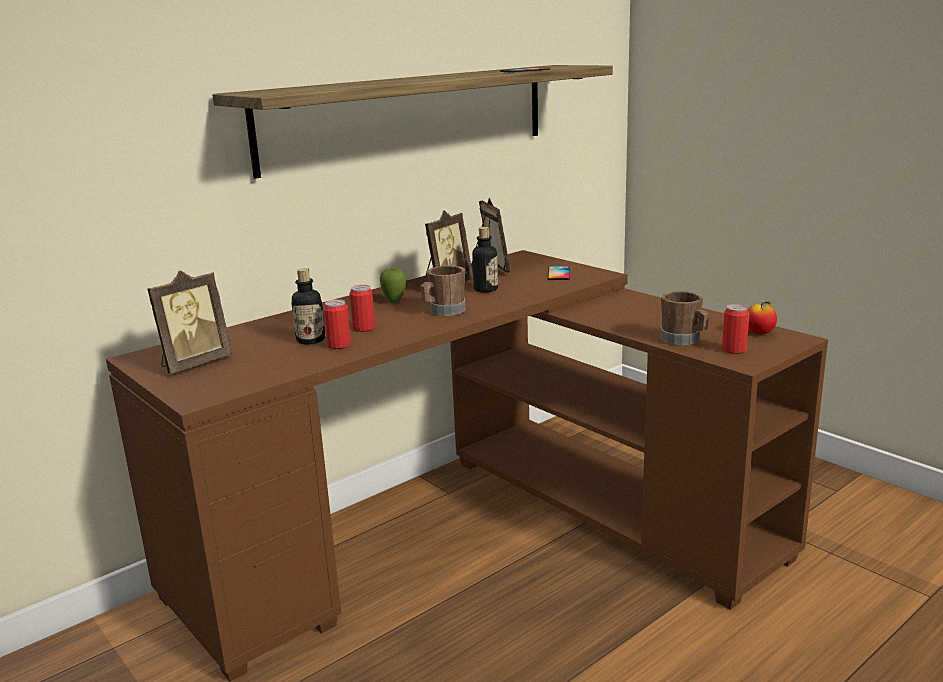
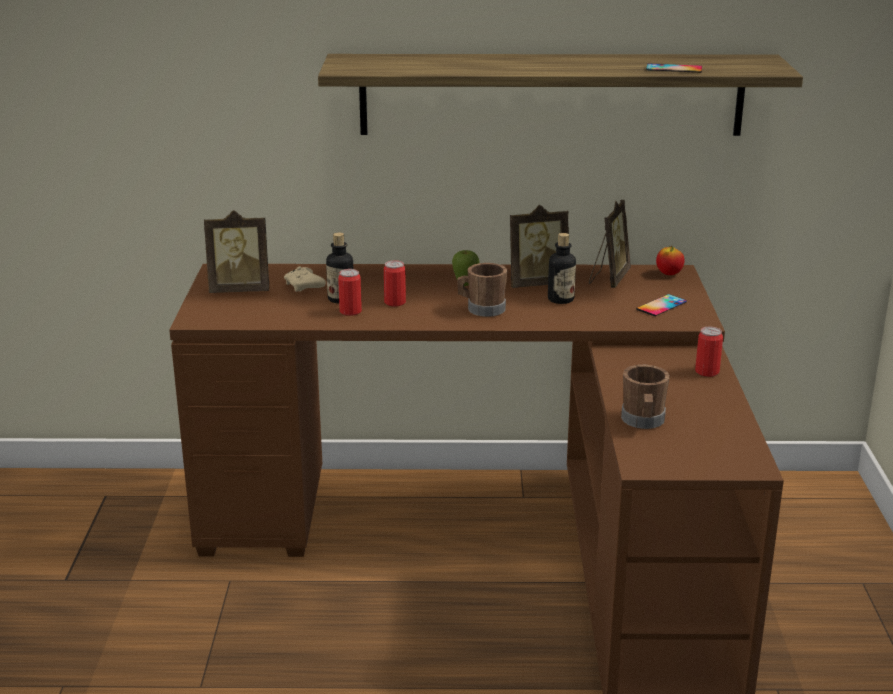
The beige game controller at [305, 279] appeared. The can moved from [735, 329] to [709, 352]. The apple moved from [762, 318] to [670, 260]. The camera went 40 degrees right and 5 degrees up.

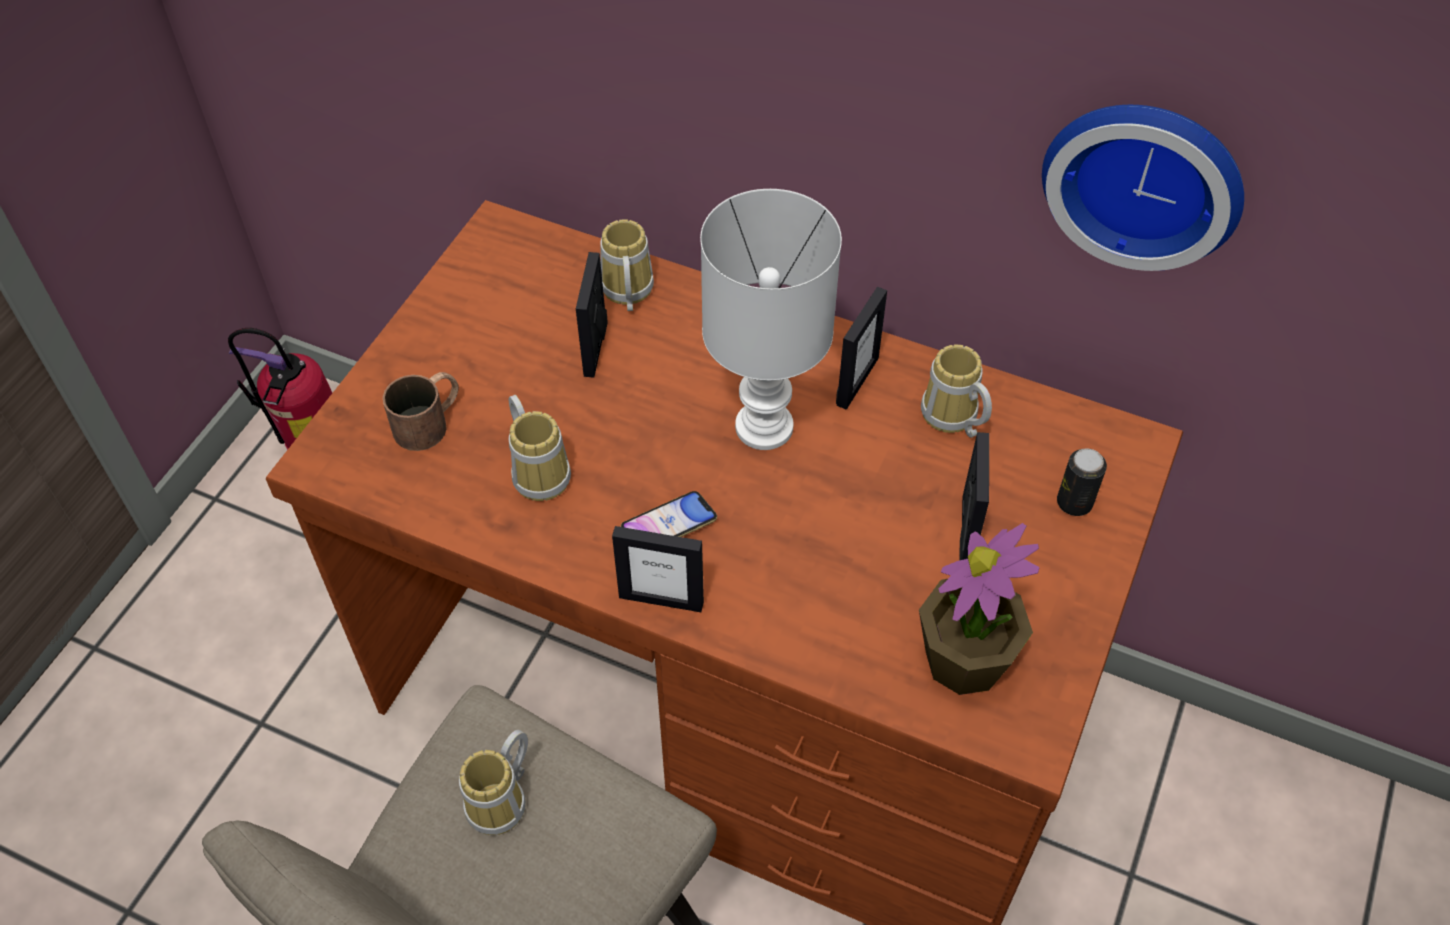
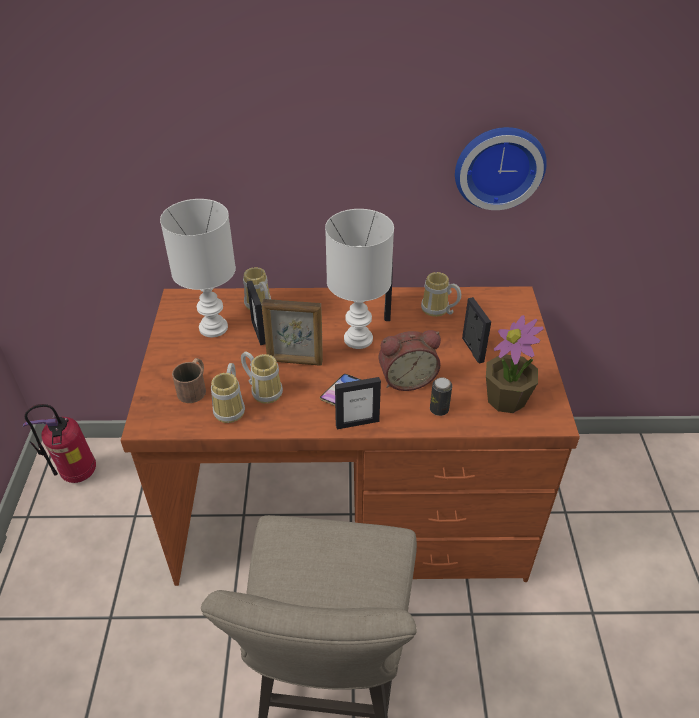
The white table lamp at [198, 268] appeared. The picture frame at [292, 332] appeared. The alarm clock at [410, 360] appeared. The mug moved from [493, 782] to [228, 393]. The can moved from [1082, 482] to [441, 396]. The camera went 25 degrees left and 10 degrees down.

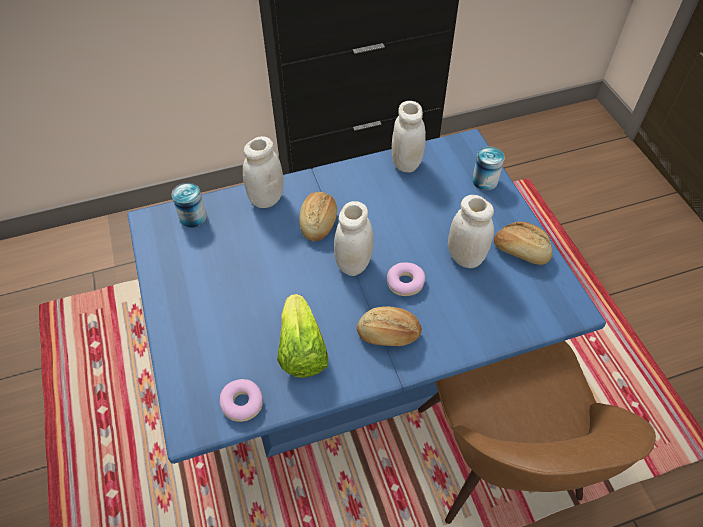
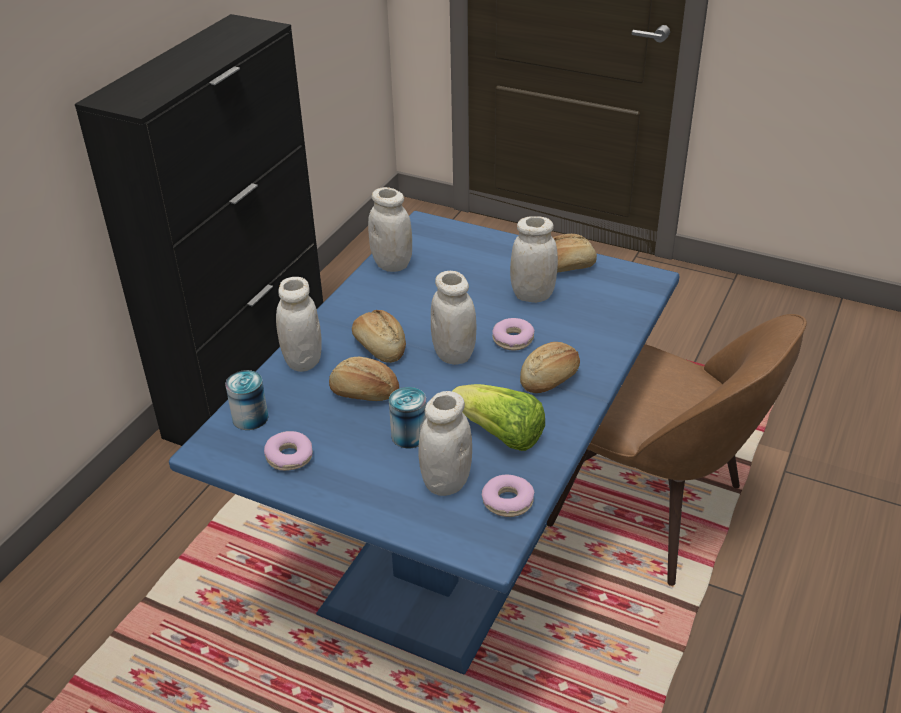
The donut at [288, 451] appeared. The bread at [364, 379] appeared. The white jar at [445, 443] appeared. The can moved from [488, 168] to [407, 417]. The camera went 45 degrees left and 15 degrees down.

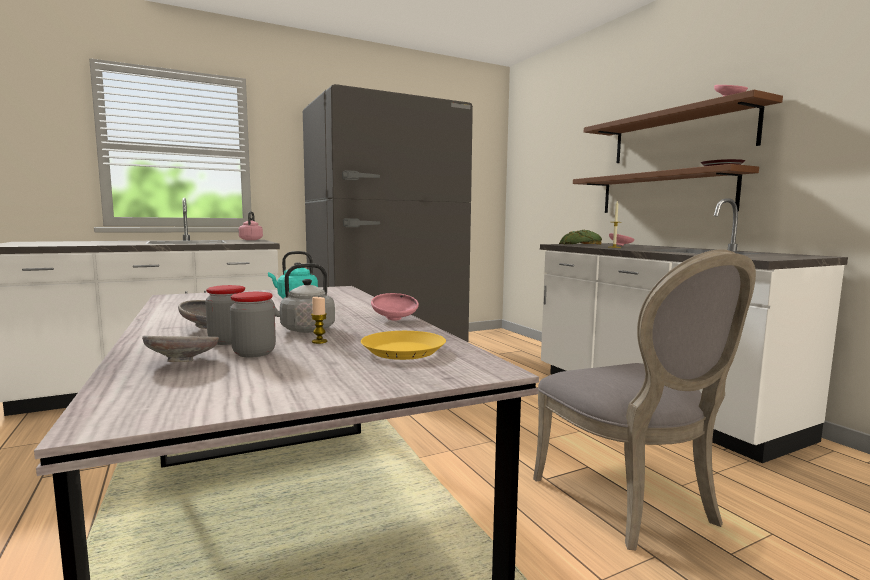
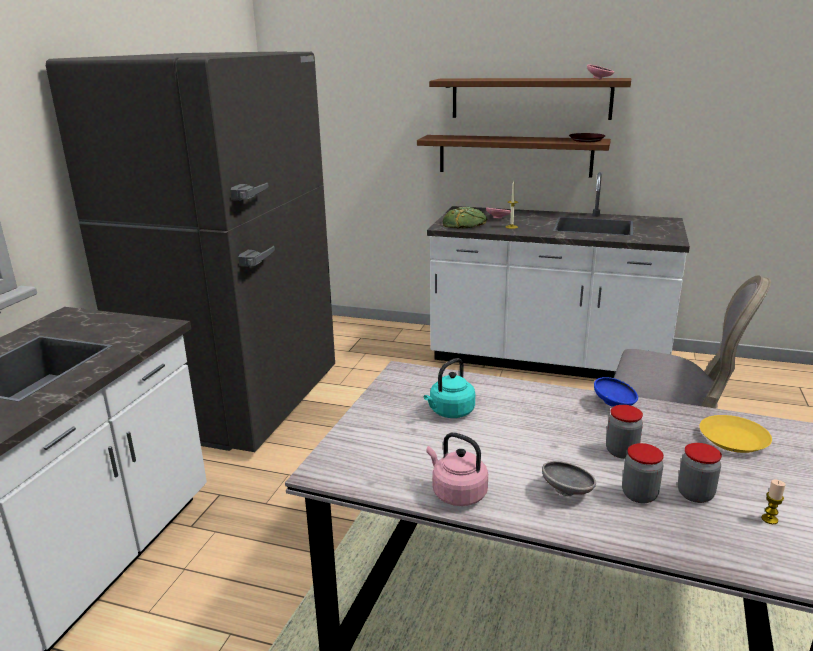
The grey bowl at [180, 348] disappeared. The pink kettle moved from [251, 225] to [457, 469]. The candle moved from [319, 320] to [773, 502]. The grey kettle at [302, 298] was replaced by the jar at [624, 432]. The pink bowl at [395, 307] became the blue bowl at [616, 392]. The camera went 45 degrees left and 15 degrees up.

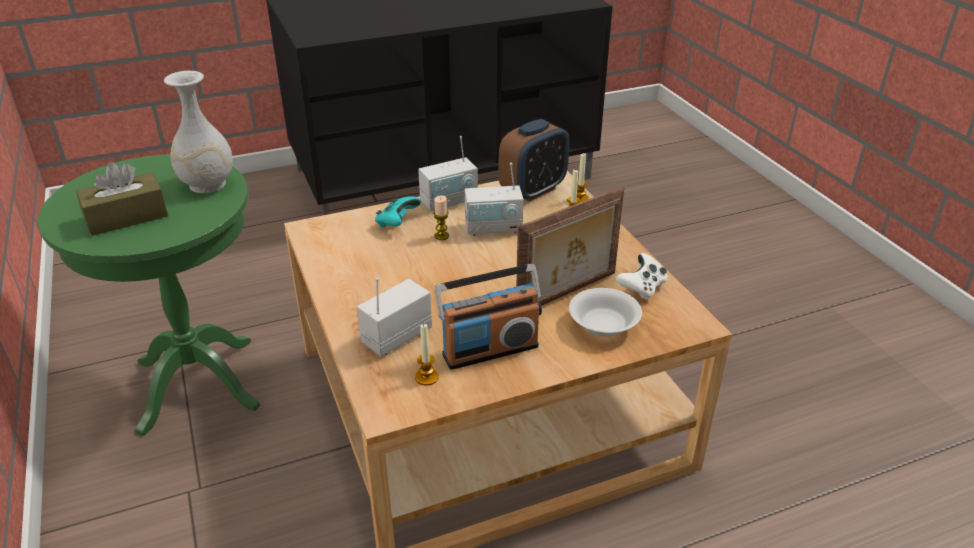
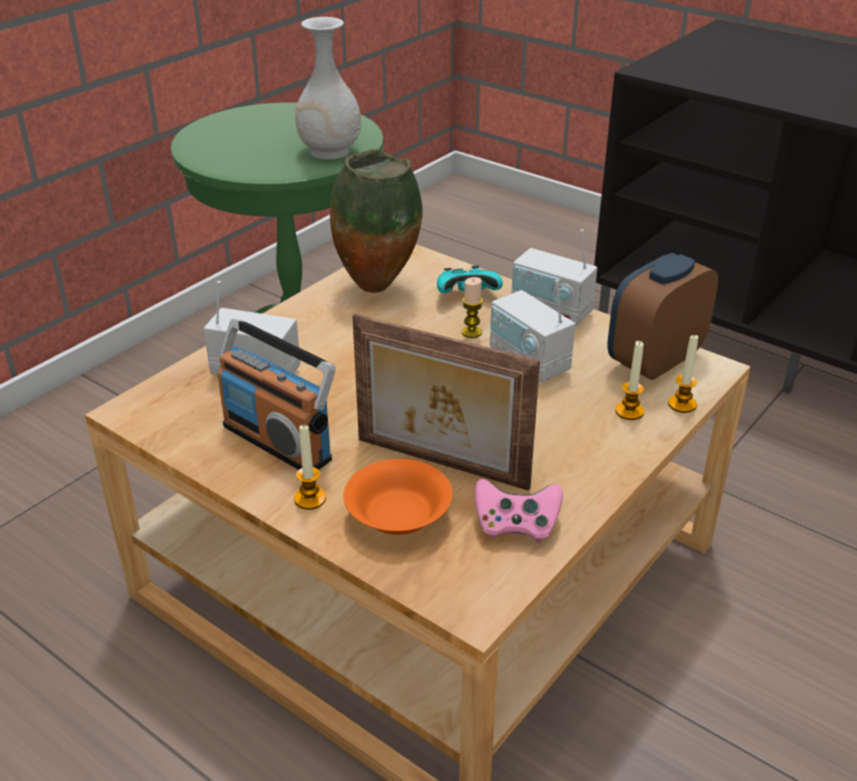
The brown tissue box at [122, 199] disappeared. The vase at [376, 221] appeared. The candle moved from [427, 354] to [310, 467]. The white bowl at [605, 312] became the orange bowl at [397, 497]. The white game controller at [641, 276] became the pink game controller at [518, 511]. The alarm clock at [533, 160] turned 120 degrees clockwise. The camera went 60 degrees right and 0 degrees up.

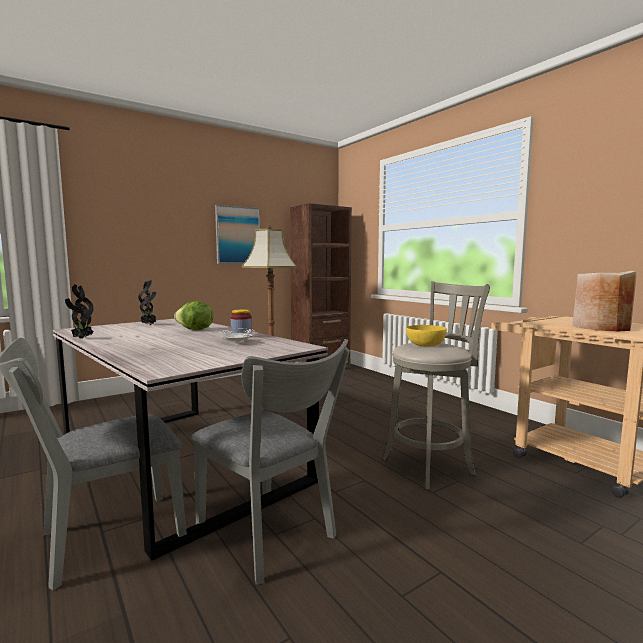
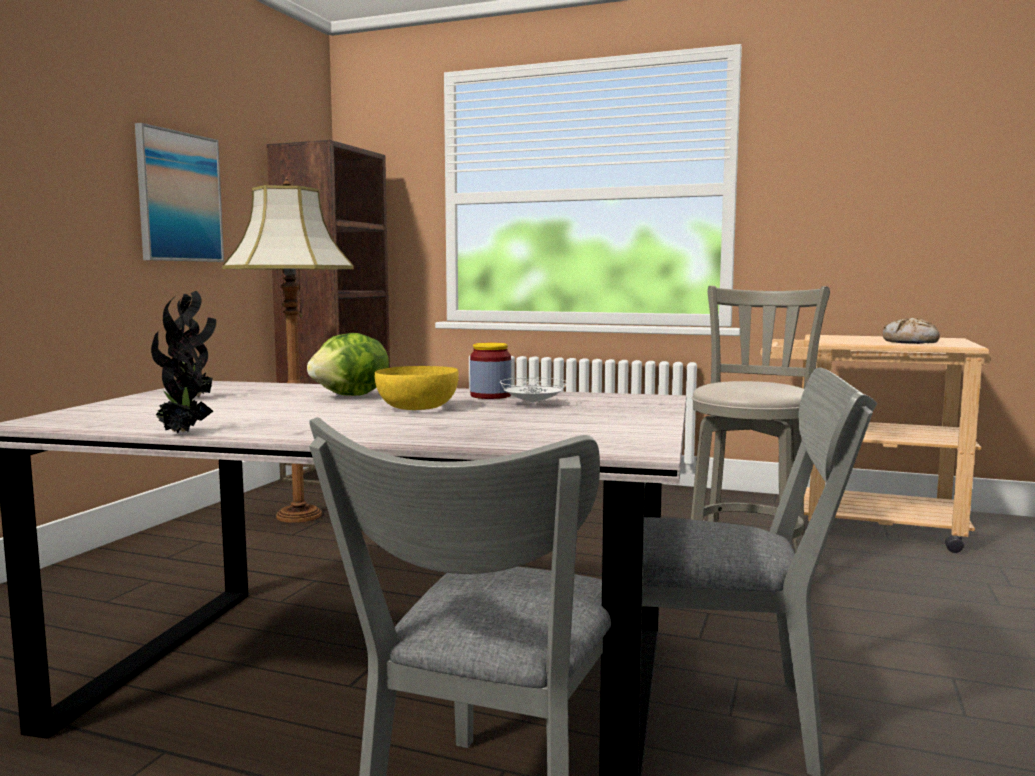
The yellow bowl moved from [426, 335] to [417, 388]. The beige vase at [604, 301] was replaced by the bread at [911, 331]. The camera went 35 degrees left and 0 degrees up.

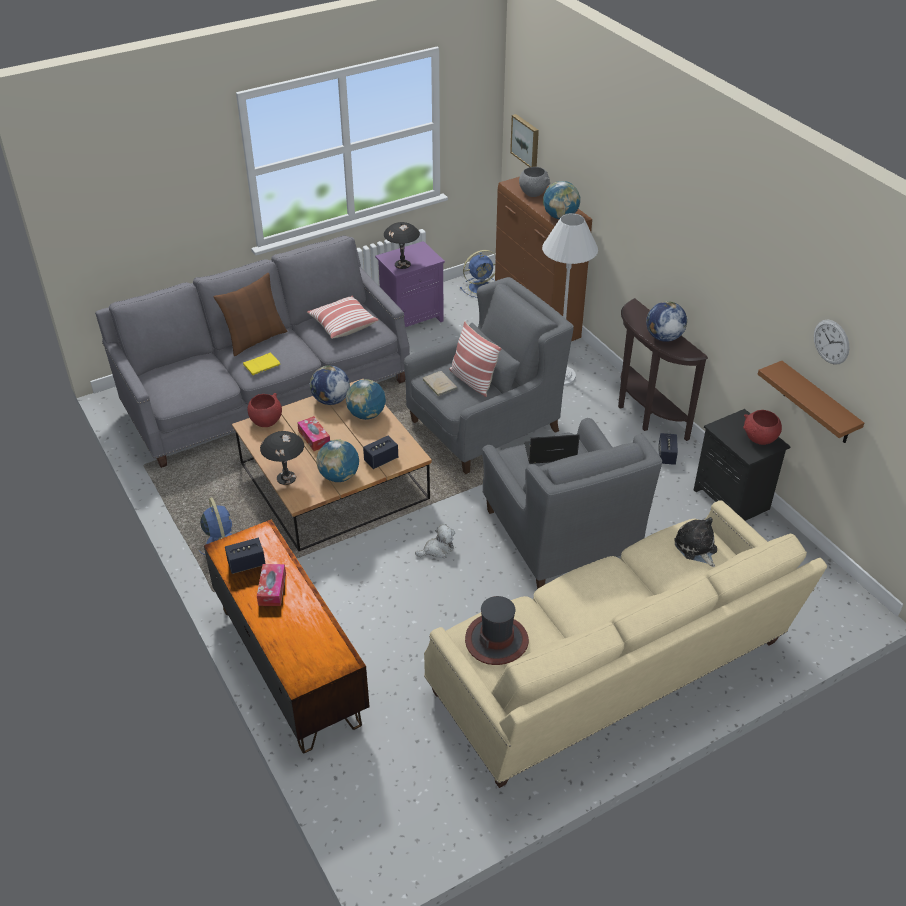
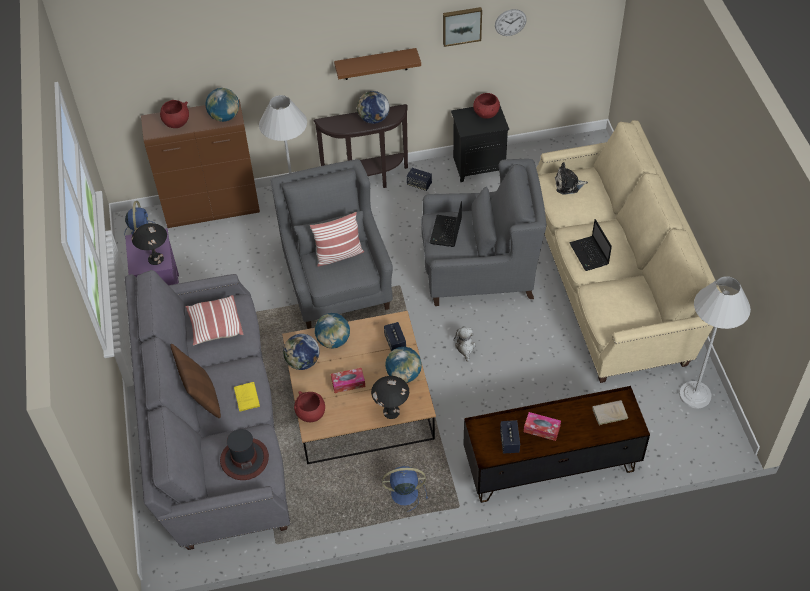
The laptop at [590, 245] appeared. The white floor lamp at [715, 342] appeared. The beige book moved from [440, 383] to [610, 412]. The hat moved from [497, 630] to [244, 454]. The picture moved from [524, 140] to [462, 27]. The brown shelf moved from [811, 402] to [377, 64]. The grey bowl at [534, 182] became the red bowl at [174, 114]. The camera went 70 degrees left and 10 degrees up.

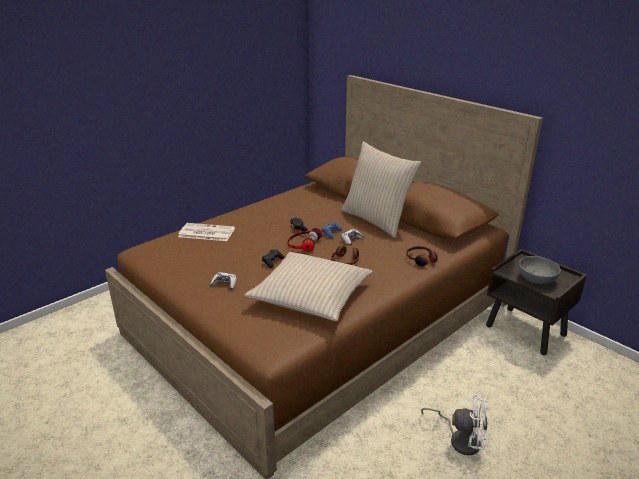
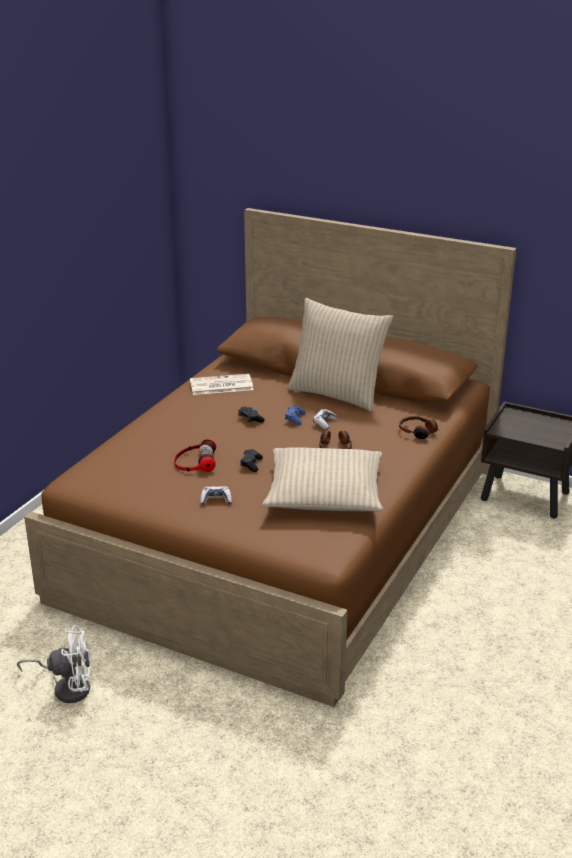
The grey bowl at [540, 270] disappeared. The newspaper moved from [206, 232] to [222, 384]. The headphones moved from [304, 240] to [195, 455]. The white fan moved from [454, 424] to [54, 664]. The camera went 20 degrees left and 0 degrees up.

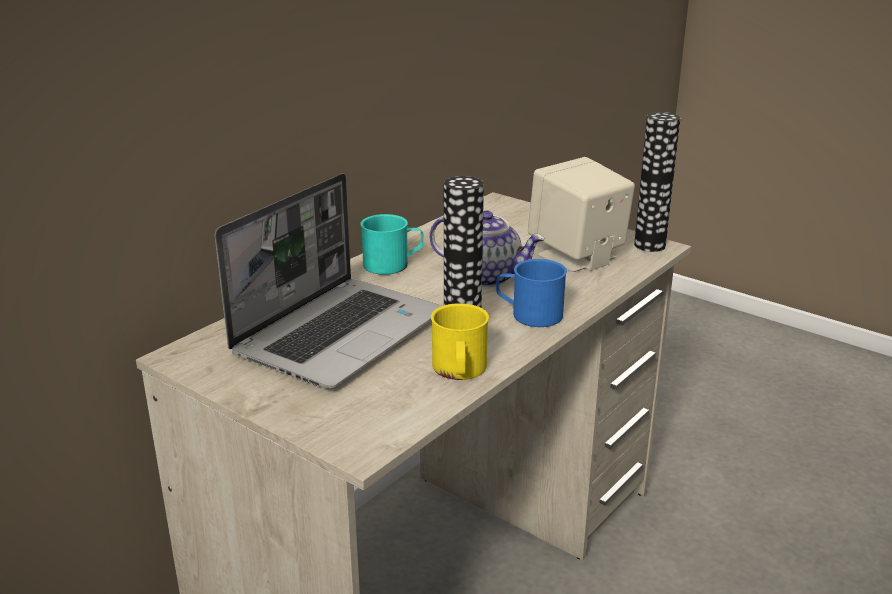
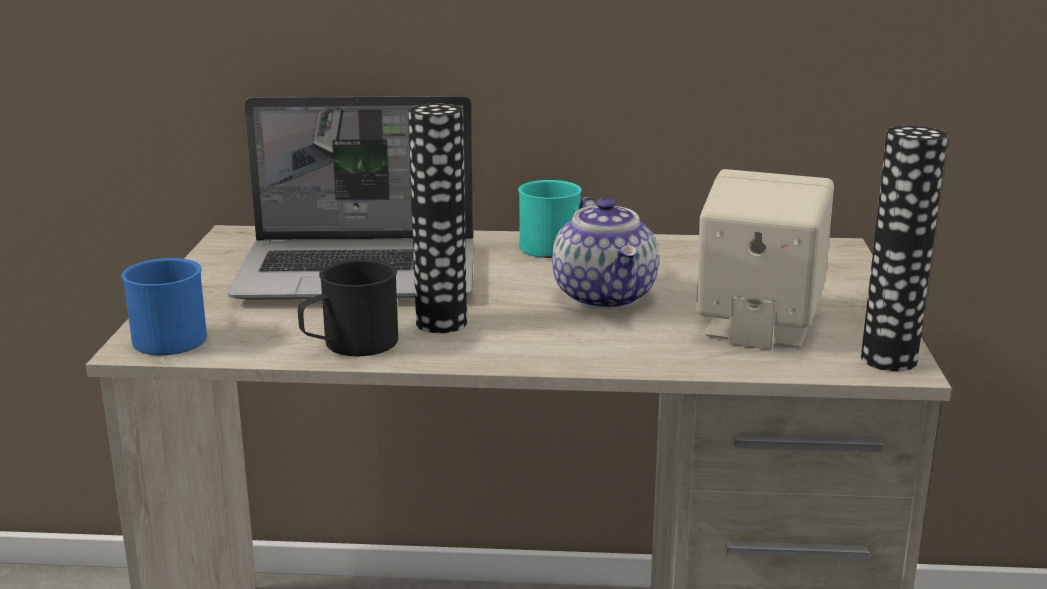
The blue mug moved from [531, 293] to [164, 306]. The yellow mug at [460, 341] became the black mug at [348, 307]. The camera went 55 degrees right and 5 degrees down.

